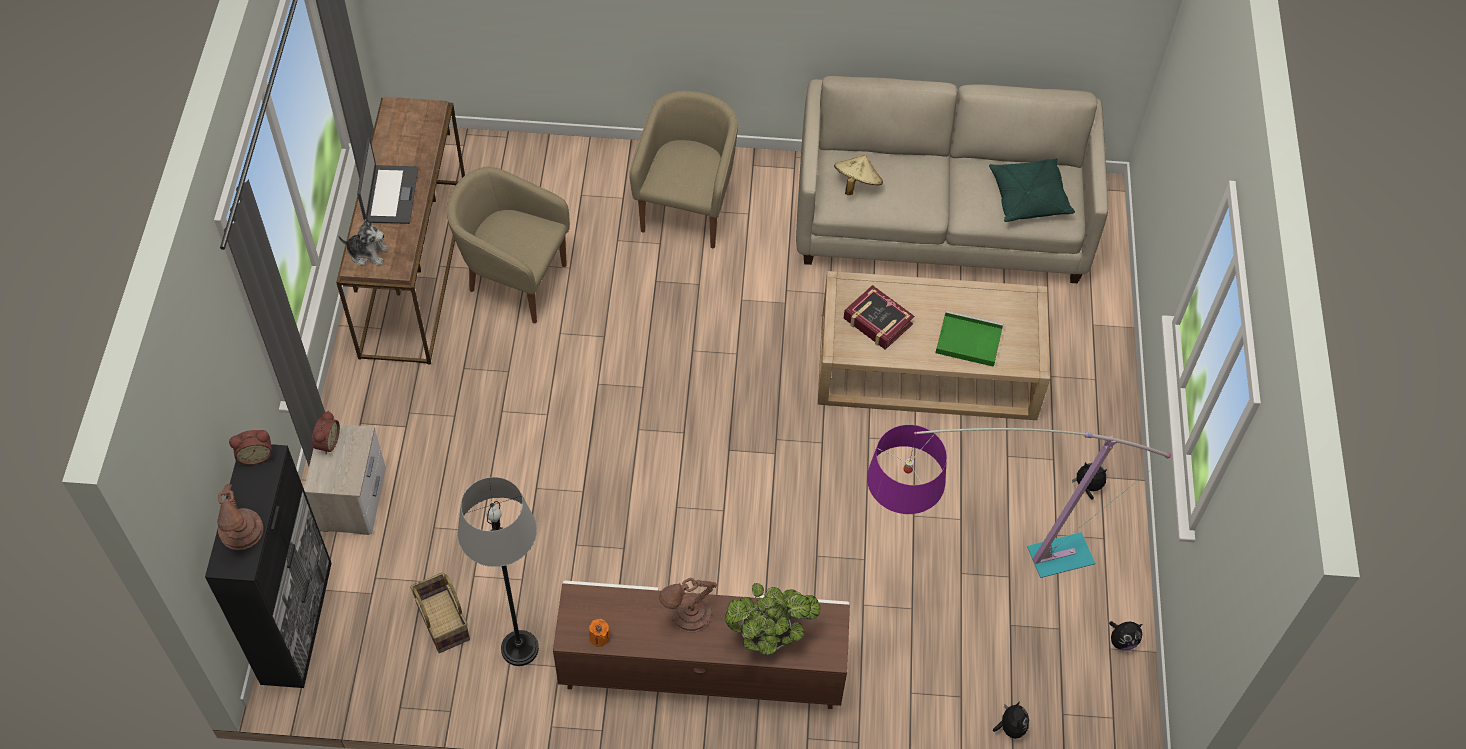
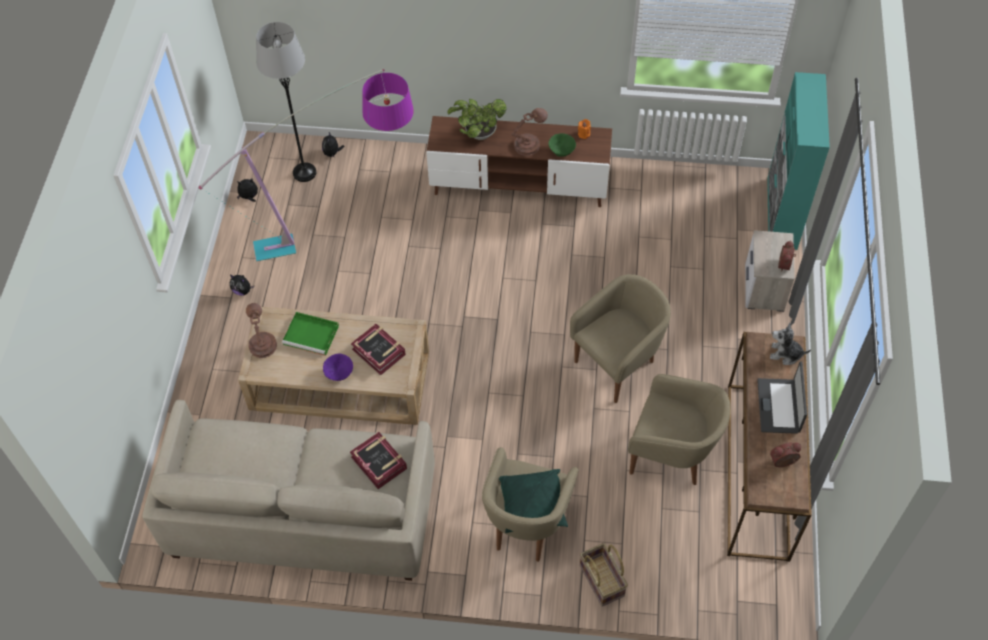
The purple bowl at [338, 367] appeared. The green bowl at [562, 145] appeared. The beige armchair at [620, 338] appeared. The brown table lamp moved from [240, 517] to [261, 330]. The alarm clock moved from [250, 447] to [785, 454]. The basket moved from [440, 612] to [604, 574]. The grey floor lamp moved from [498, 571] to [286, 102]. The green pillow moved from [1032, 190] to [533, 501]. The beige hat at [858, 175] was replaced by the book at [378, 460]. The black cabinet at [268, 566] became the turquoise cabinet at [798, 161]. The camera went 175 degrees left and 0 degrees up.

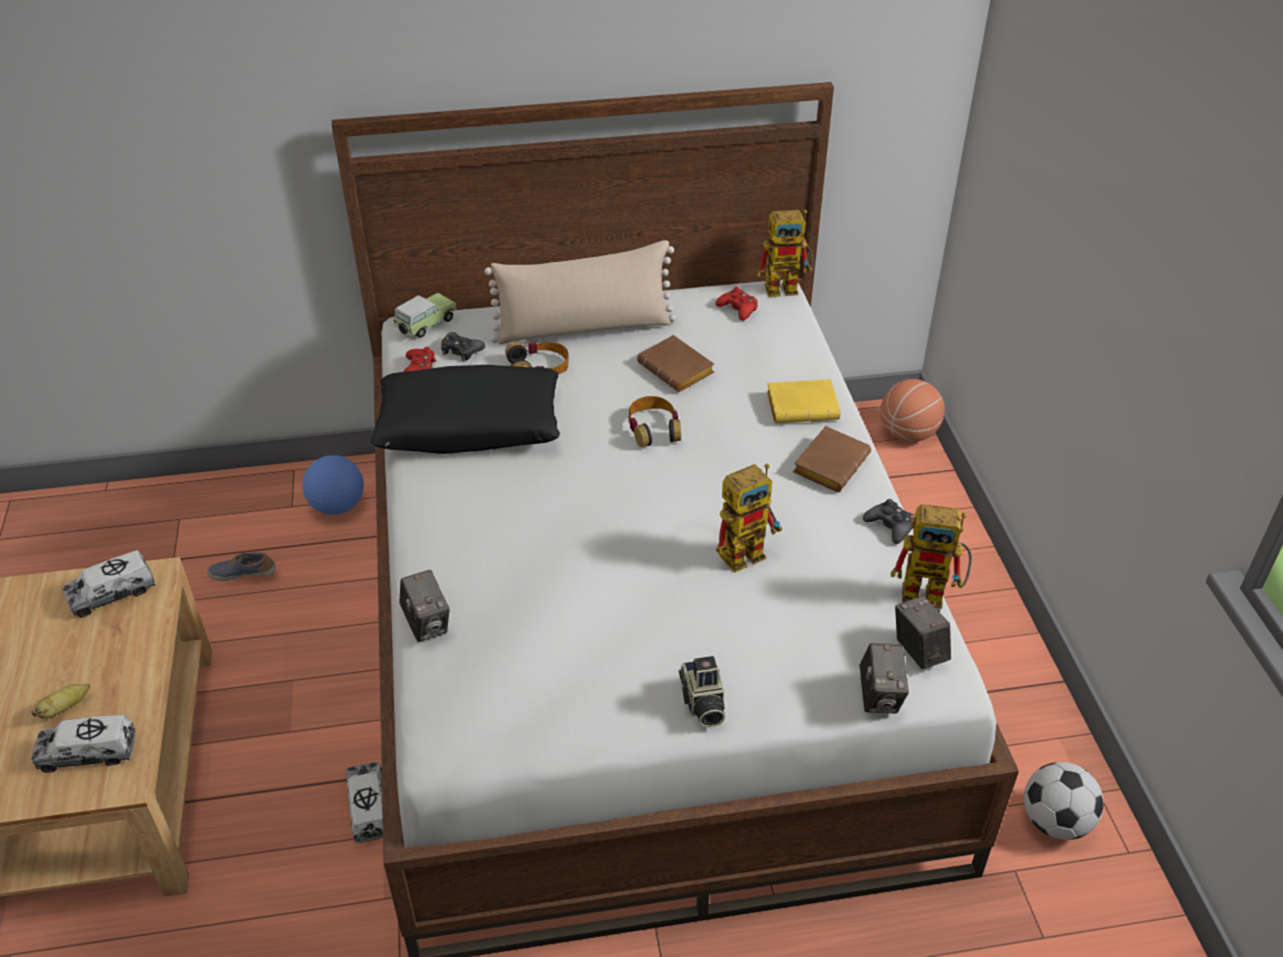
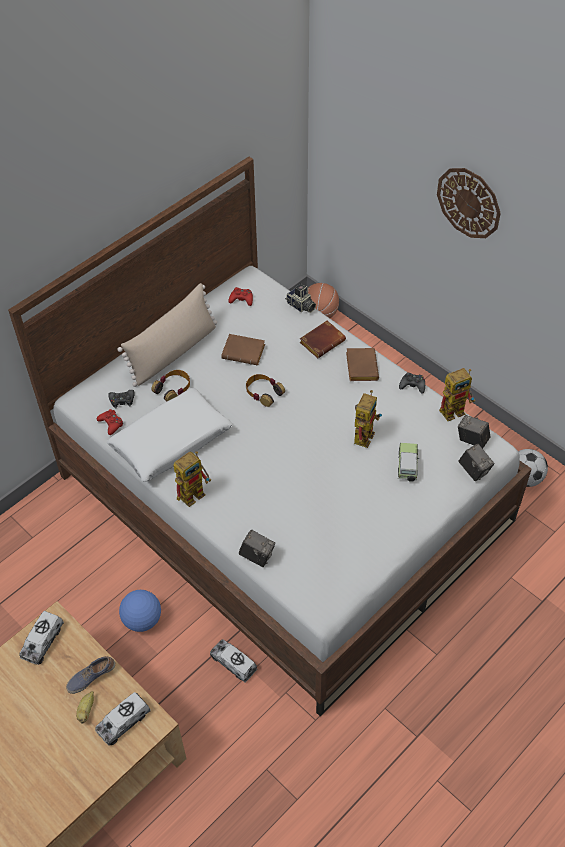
The wall clock at [469, 203] appeared. The shoe moved from [241, 567] to [90, 675]. The football moved from [333, 485] to [140, 611]. The toy car moved from [424, 315] to [408, 462]. The photo camera moved from [702, 692] to [300, 298]. The toy robot moved from [785, 253] to [192, 479]. The black pillow at [465, 409] became the white pillow at [170, 435]. The yellow book at [803, 401] became the brown book at [323, 339]. The camera went 35 degrees left and 10 degrees up.

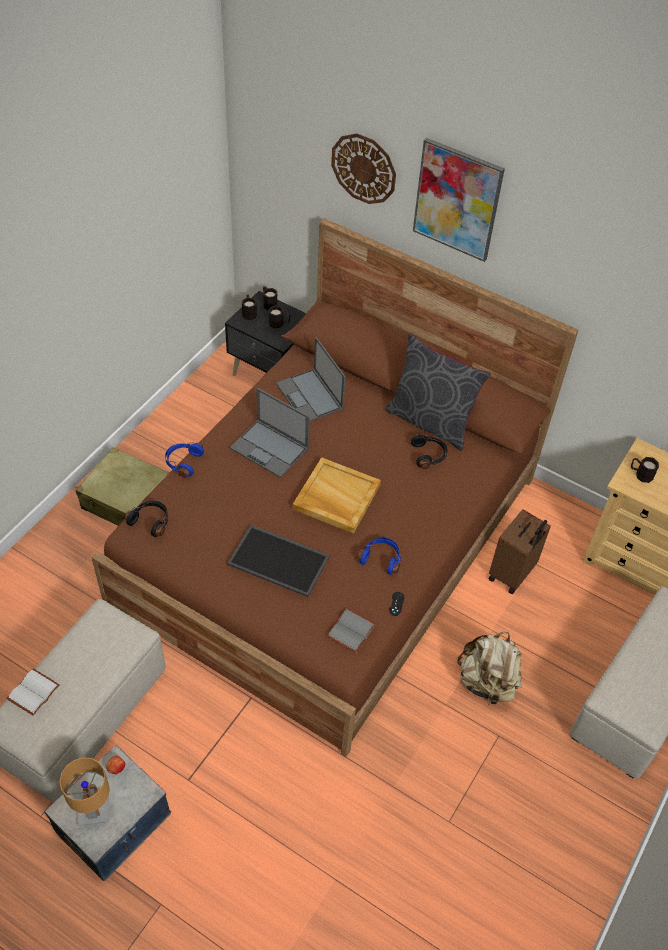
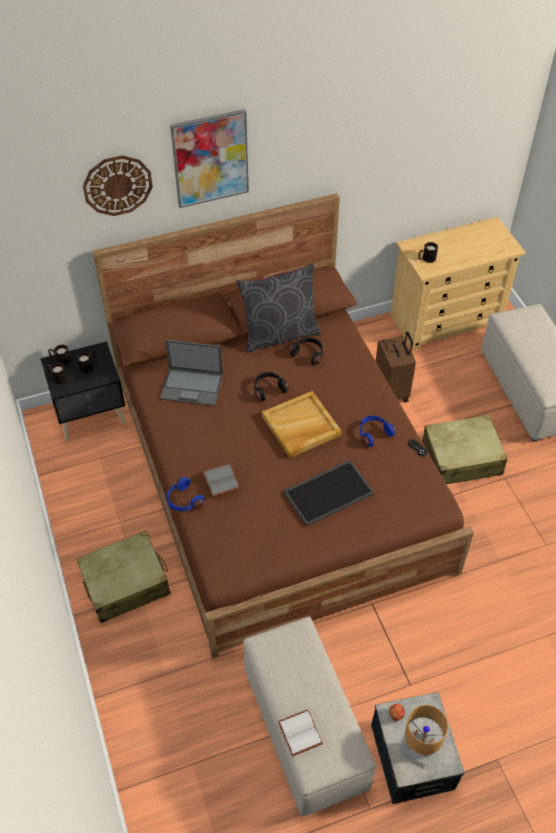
The laptop at [269, 433] disappeared. The black headphones moved from [146, 518] to [271, 386]. The grey book moved from [351, 630] to [221, 480]. The beige backpack at [490, 668] was replaced by the beige suitcase at [465, 449]. The camera went 50 degrees left and 0 degrees up.

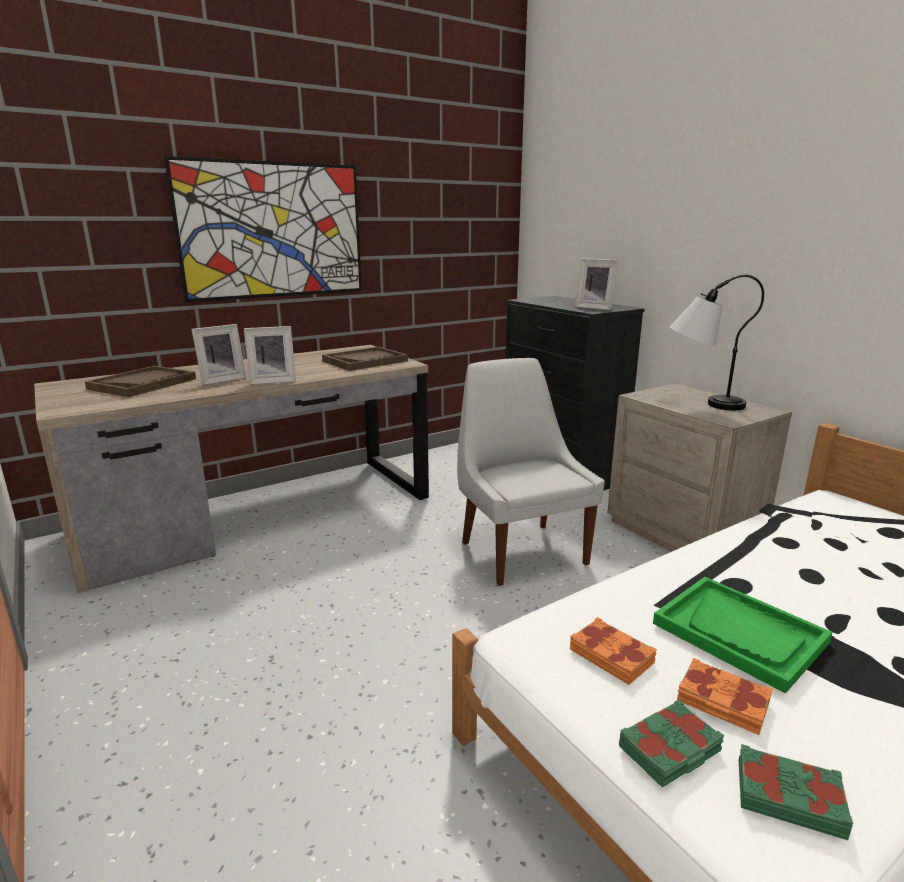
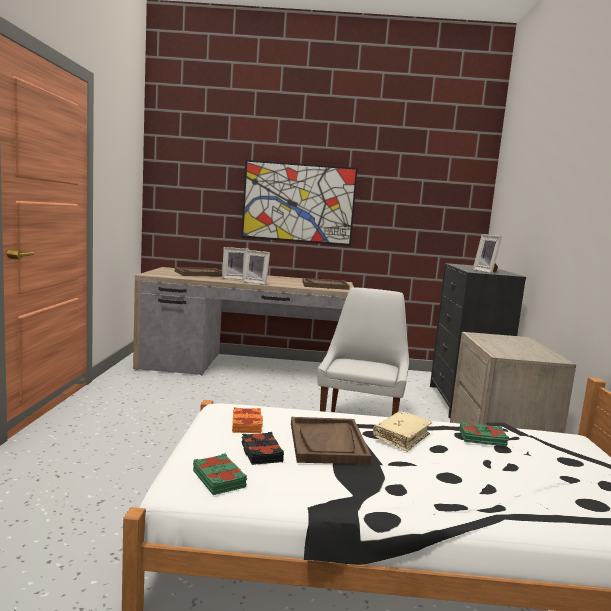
The table lamp at [717, 342] disappeared. The beige book at [402, 431] appeared. The green book moved from [672, 743] to [484, 434]. The green tray at [743, 635] became the brown tray at [331, 441]. The orange book at [725, 696] became the black book at [263, 448]. The camera went 35 degrees right and 10 degrees down.

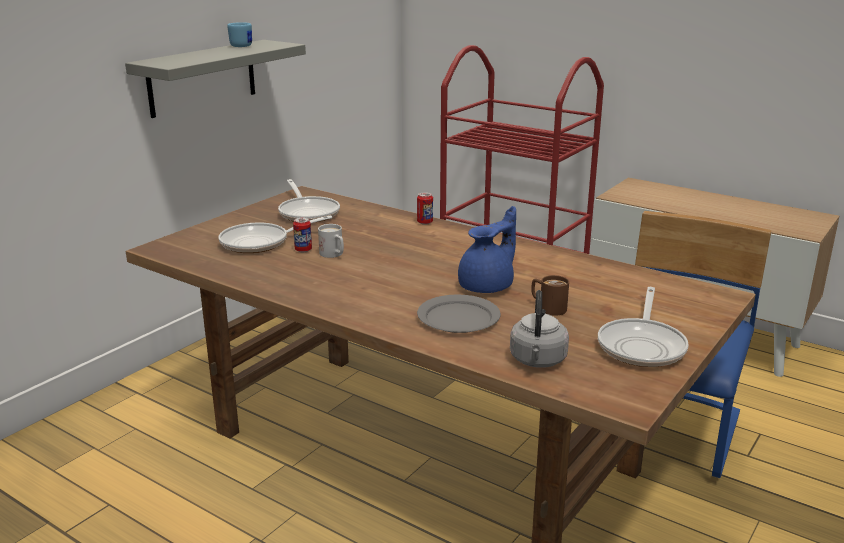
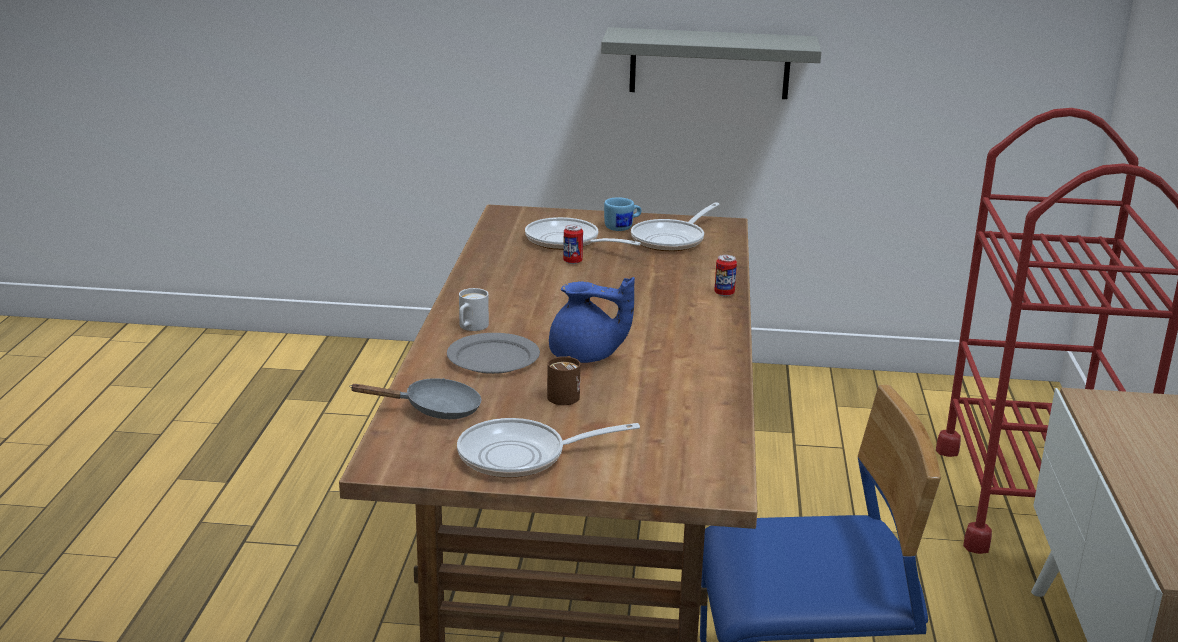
The blue mug moved from [239, 34] to [622, 214]. The white mug moved from [331, 241] to [474, 309]. The grey kettle at [539, 329] was replaced by the grey frying pan at [415, 398]. The camera went 60 degrees right and 0 degrees up.

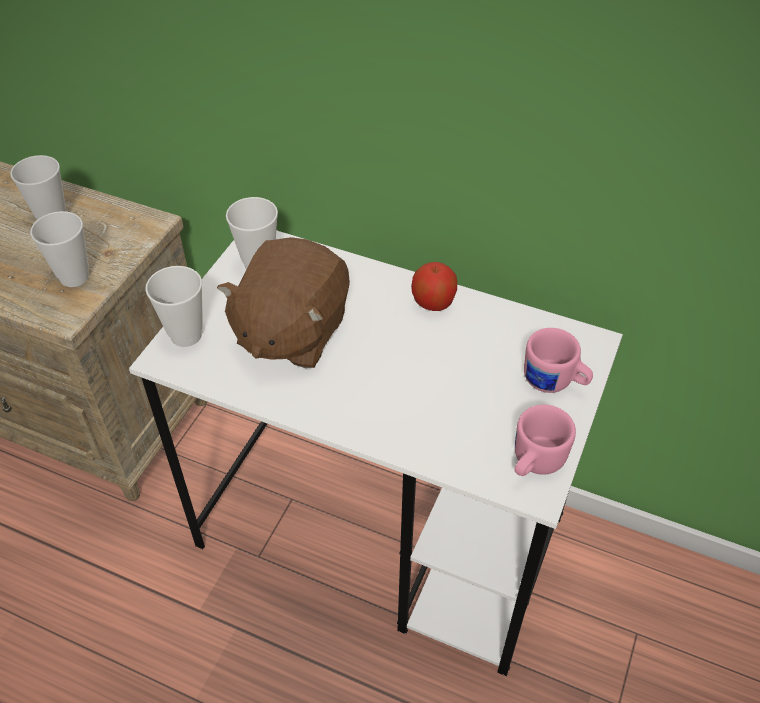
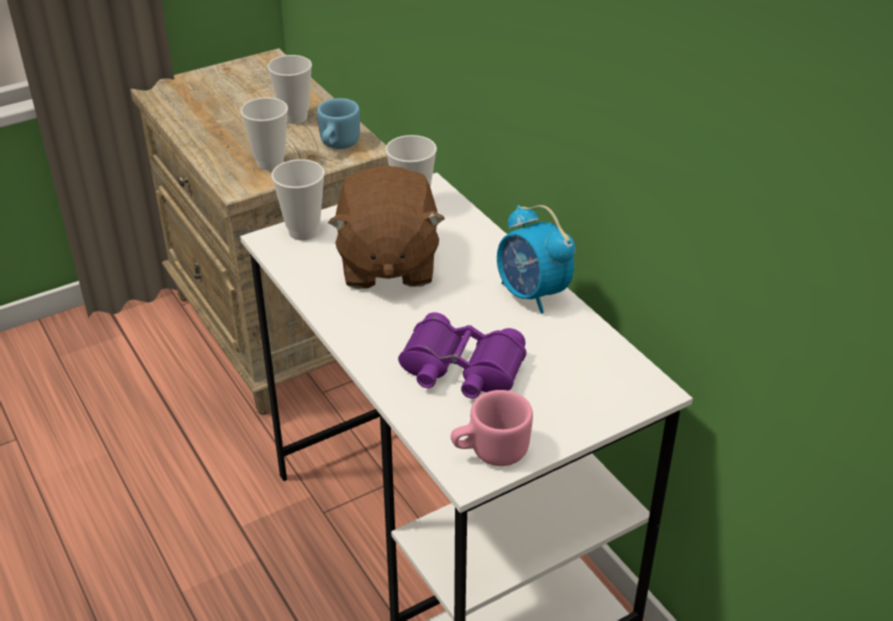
The pink mug at [558, 360] disappeared. The blue mug at [338, 123] appeared. The purple binoculars at [462, 355] appeared. The apple at [434, 286] was replaced by the alarm clock at [536, 259]. The brown plush toy at [283, 302] turned 60 degrees counterclockwise. The camera went 35 degrees right and 10 degrees down.

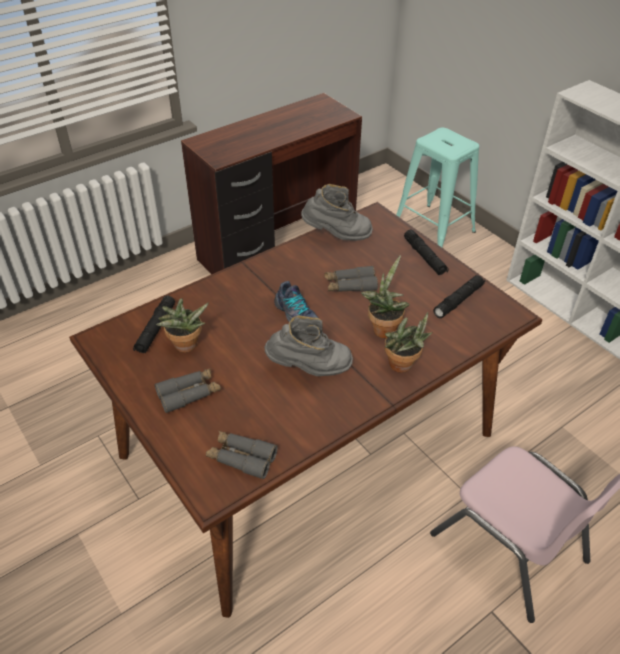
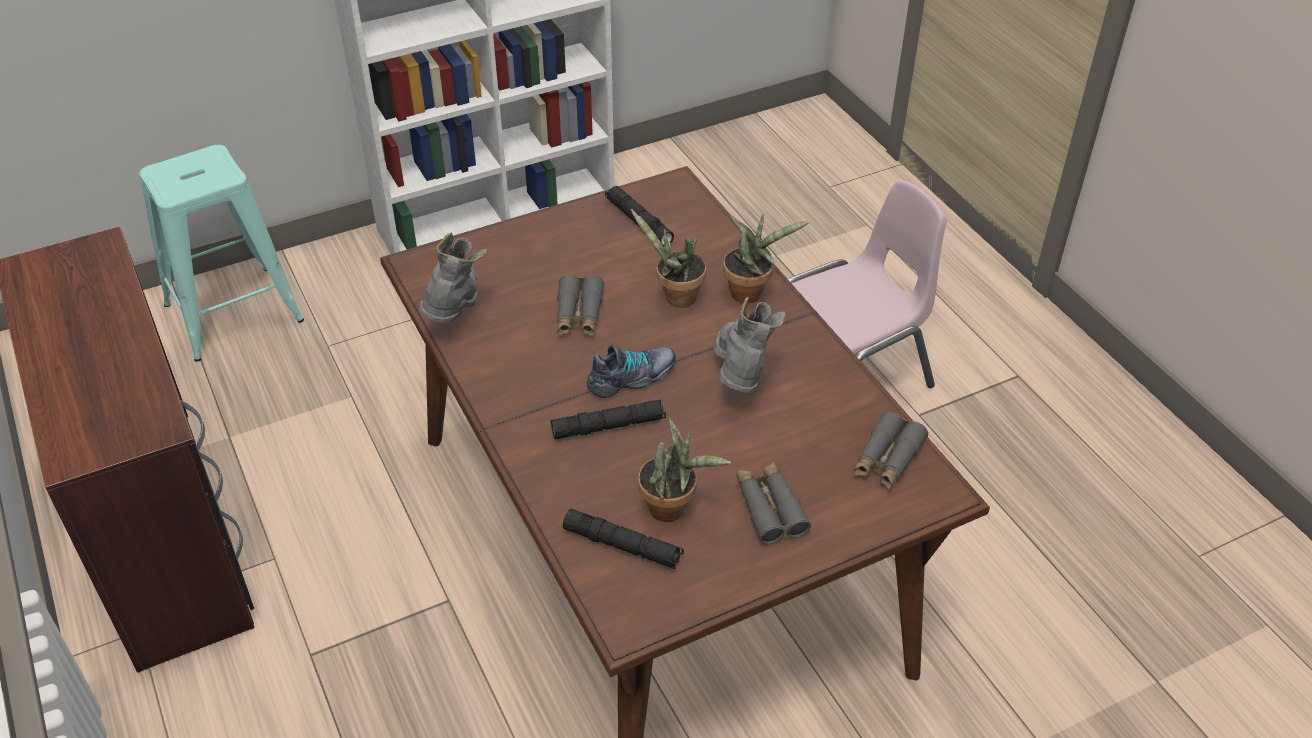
The black flashlight moved from [426, 252] to [608, 420]. The camera went 80 degrees left and 0 degrees up.

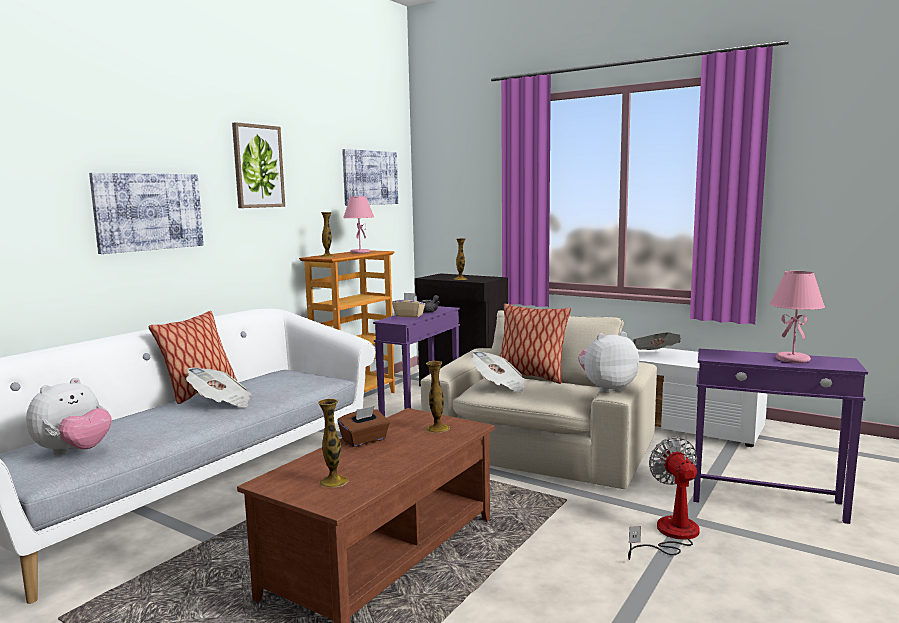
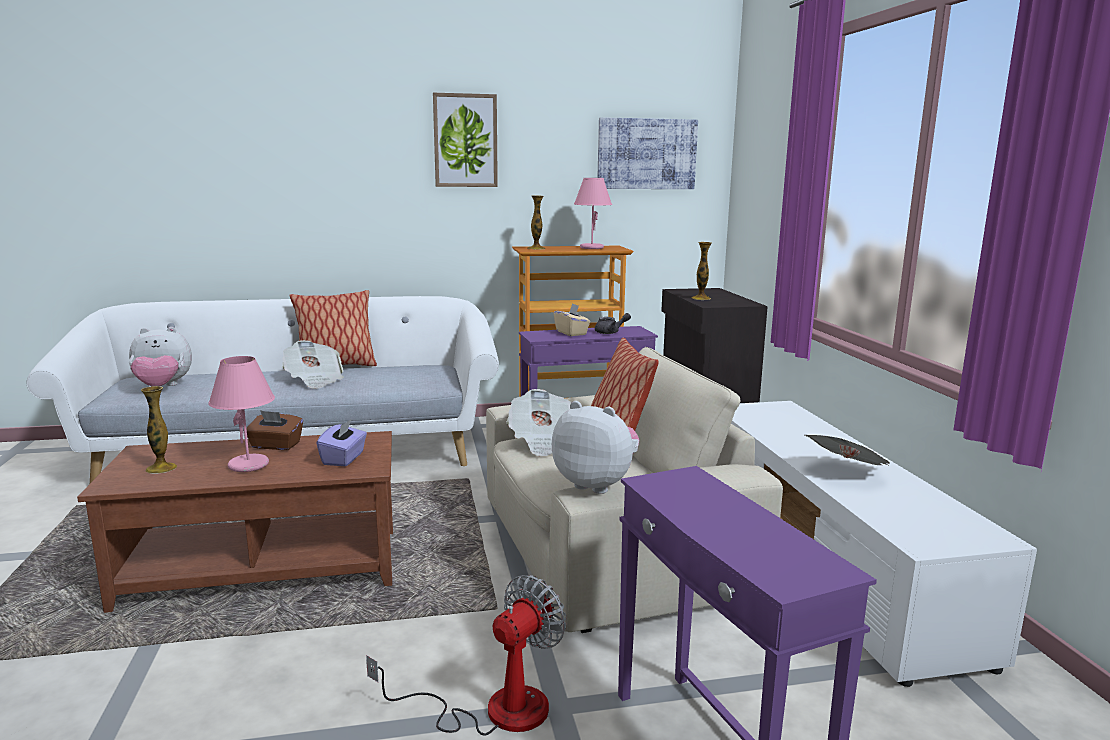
The picture at [146, 213] disappeared. The pink table lamp moved from [797, 317] to [241, 414]. The vase at [438, 397] was replaced by the purple tissue box at [341, 442]. The camera went 45 degrees right and 5 degrees up.

